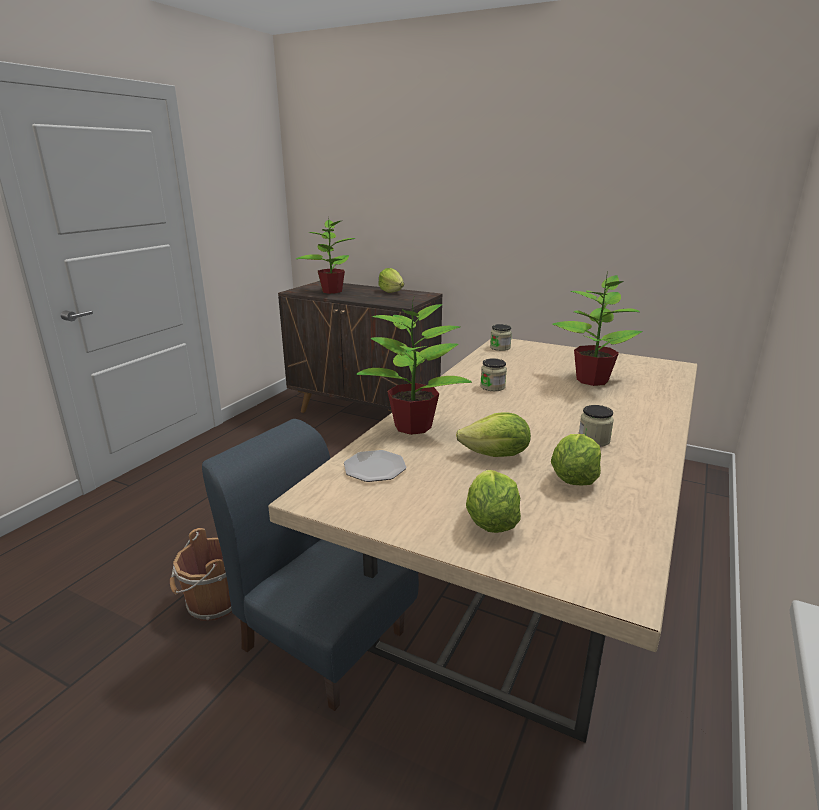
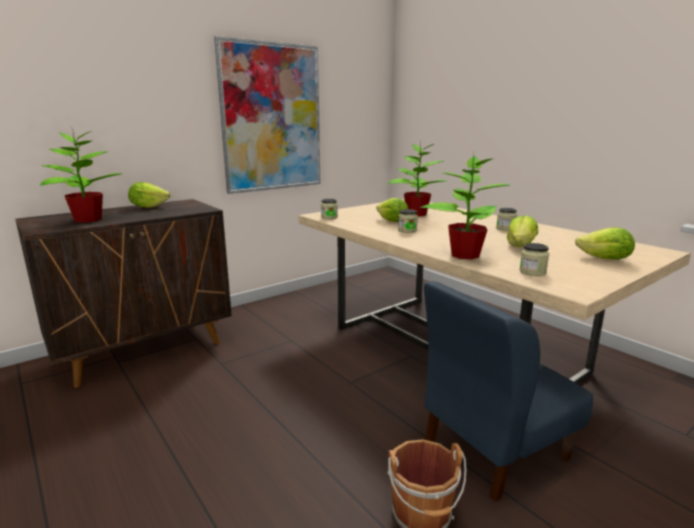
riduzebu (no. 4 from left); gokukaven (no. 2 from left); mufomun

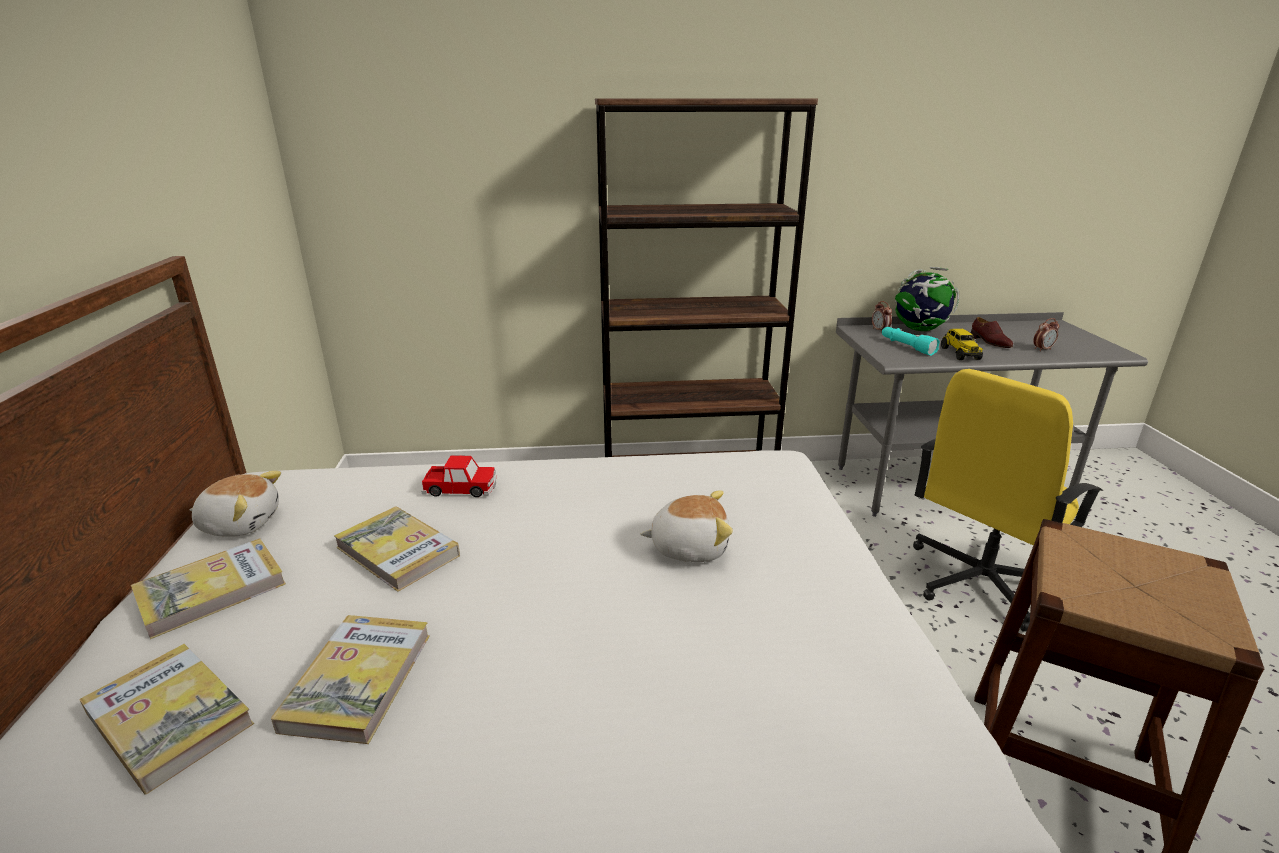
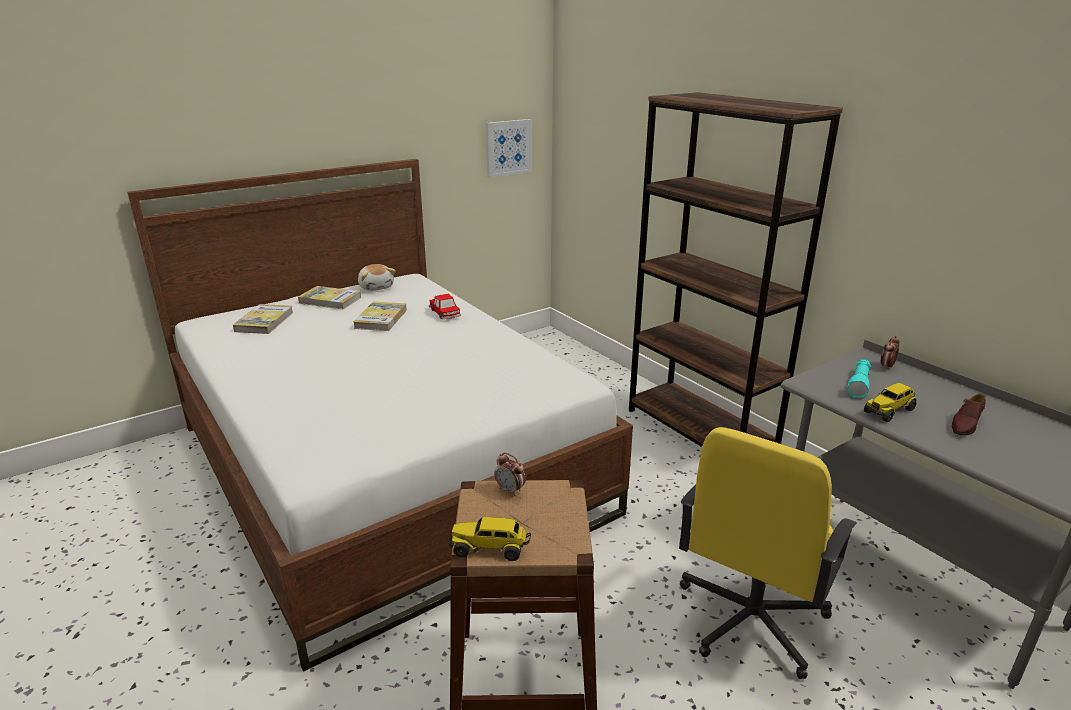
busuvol (no. 3 from left in the first image); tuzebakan (no. 2 from left in the first image); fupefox; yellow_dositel; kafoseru (no. 1 from left); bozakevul (no. 1 from left); mufomun

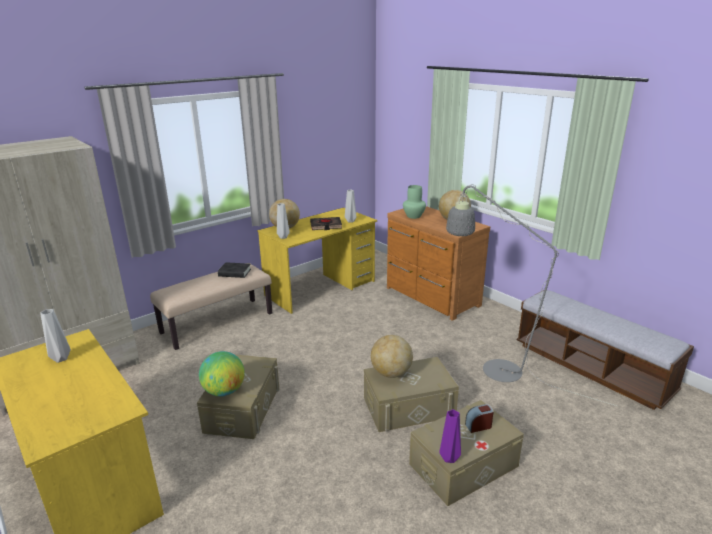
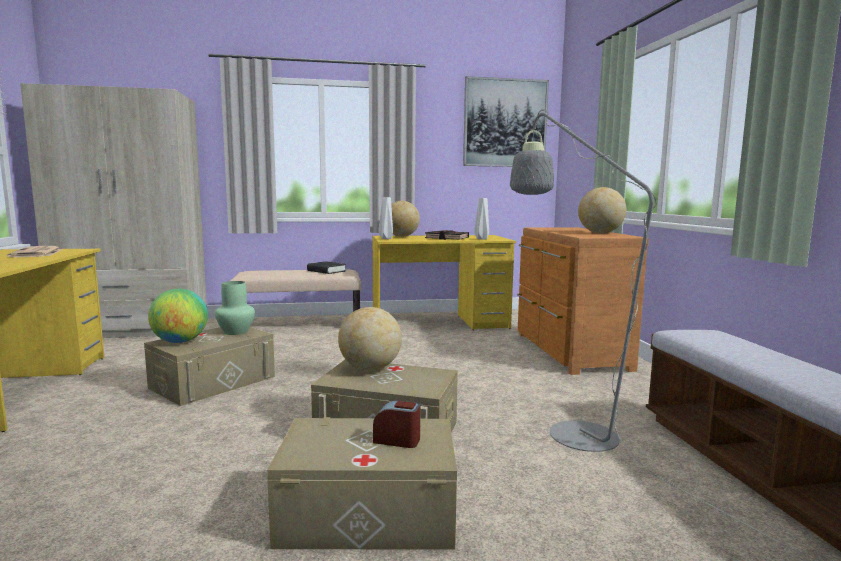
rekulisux; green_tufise; purple_tufise; mufomun

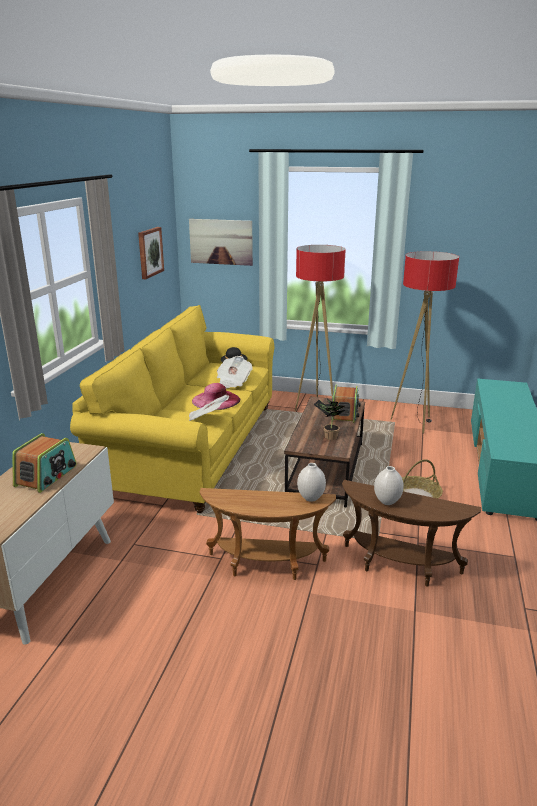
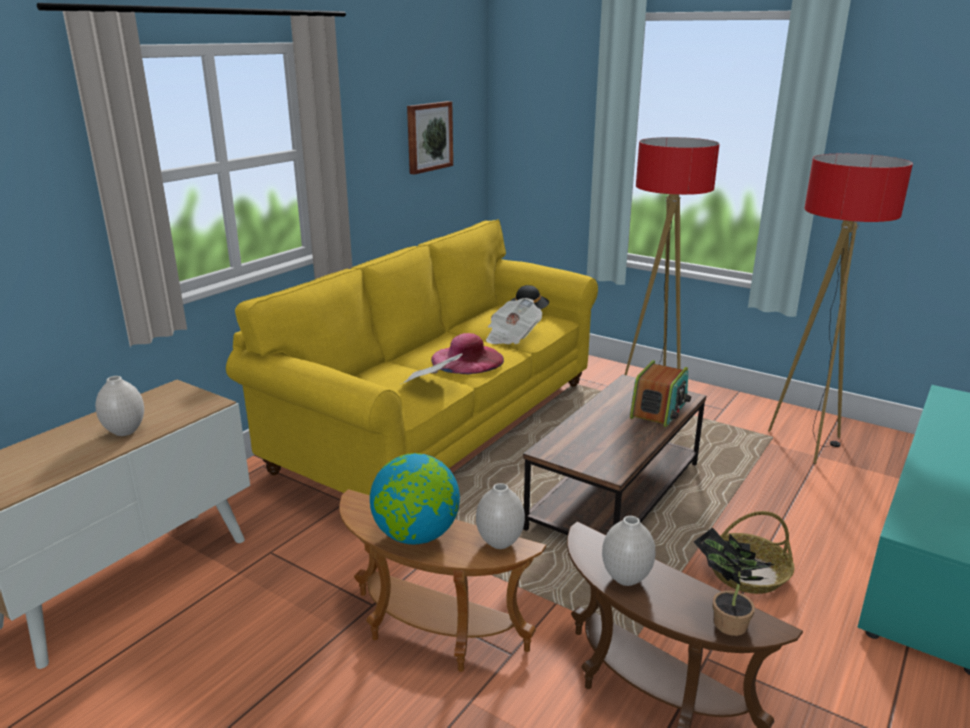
white_tufise (no. 1 from left); mufomun (no. 2 from left in the first image); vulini; fupefox

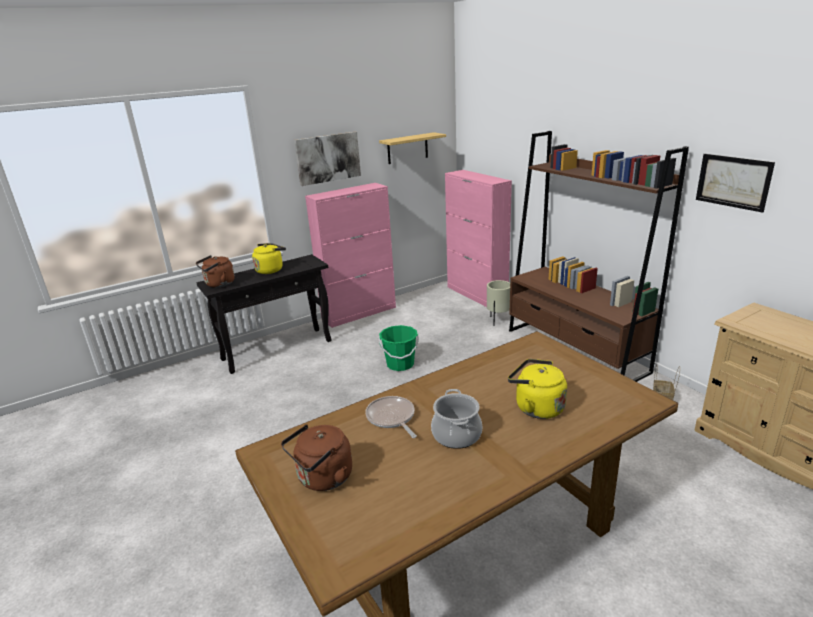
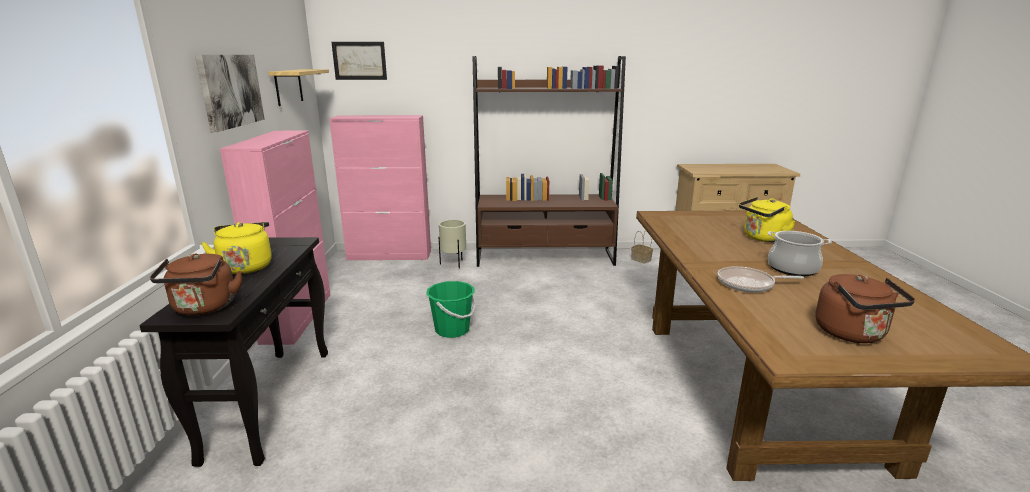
mufomun (no. 2 from left)

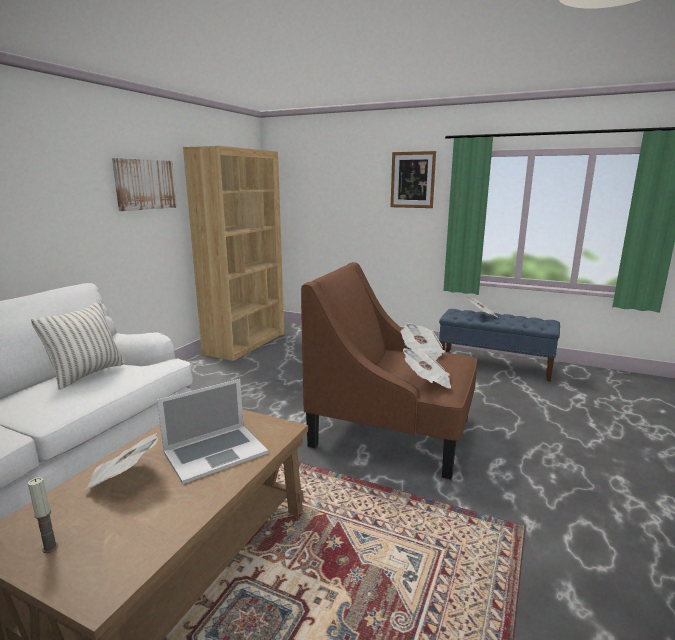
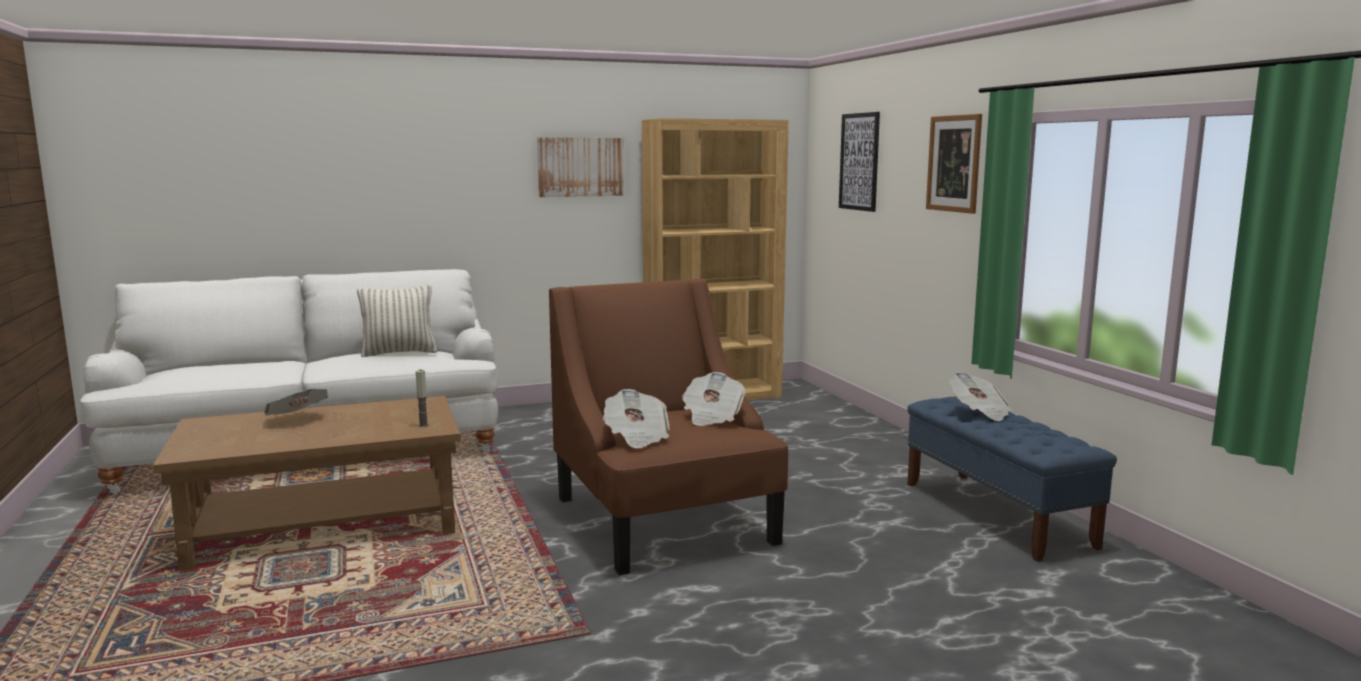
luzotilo; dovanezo; mufomun (no. 2 from left)

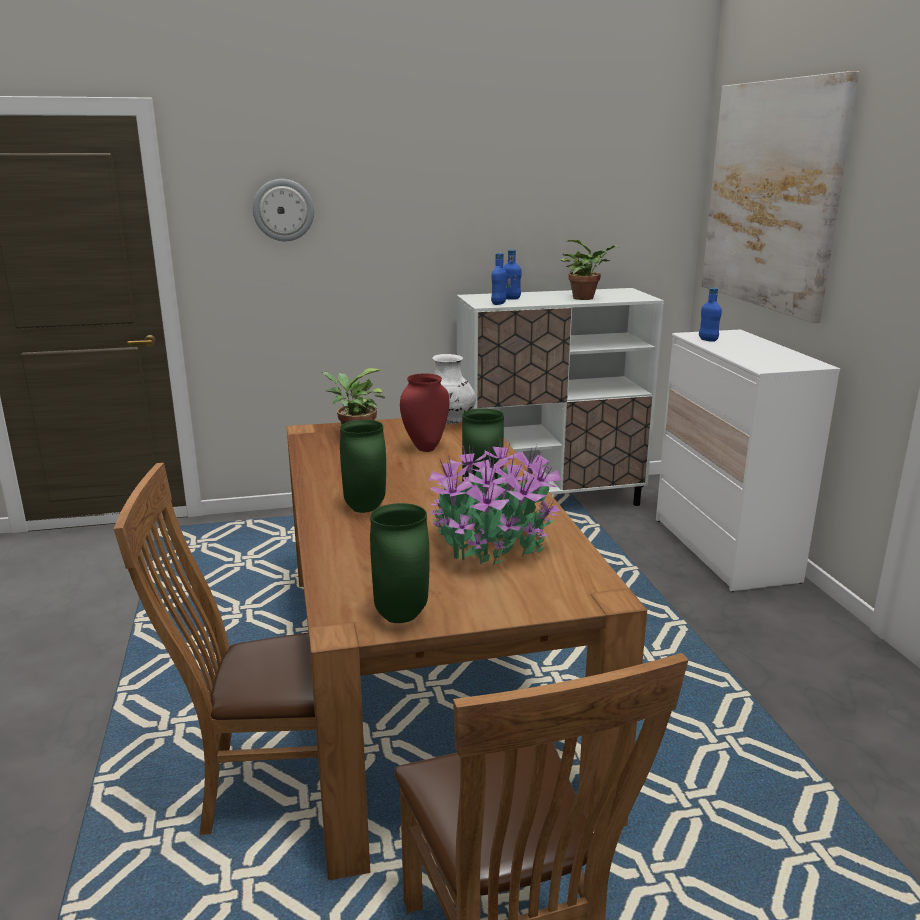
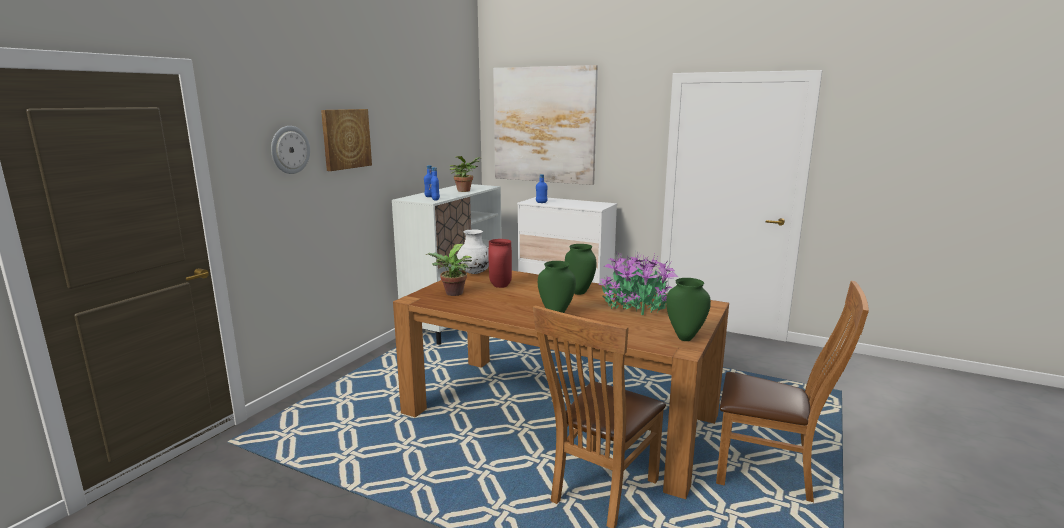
mufomun (no. 1 from left)

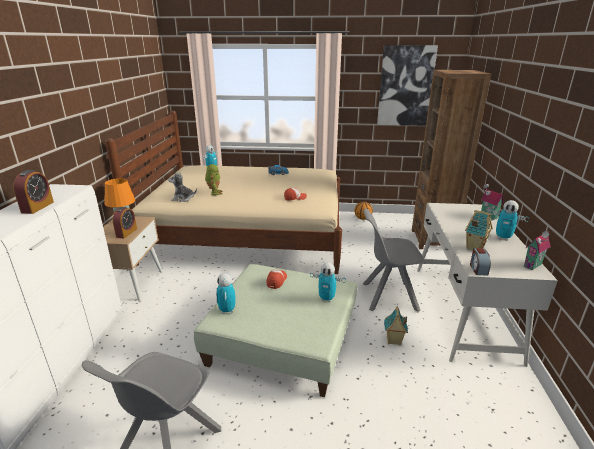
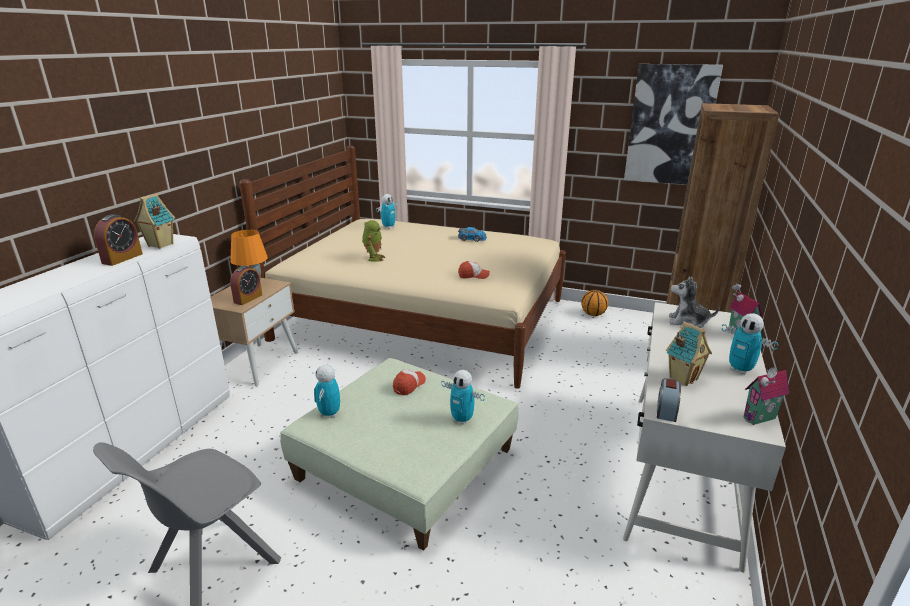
tuzebakan; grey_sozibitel (no. 2 from left in the first image); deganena (no. 1 from left)

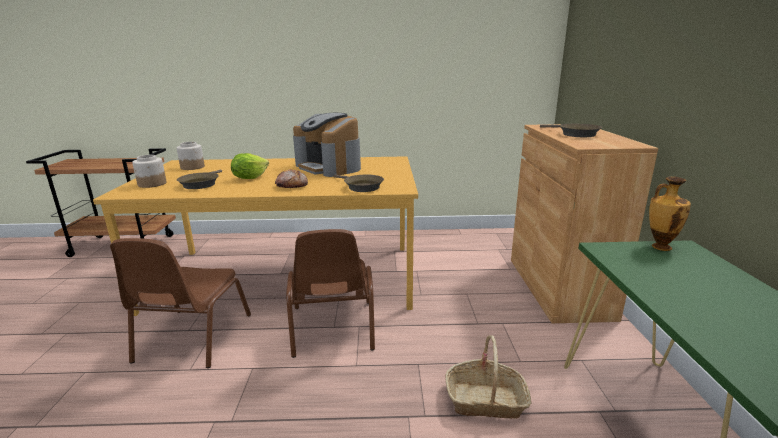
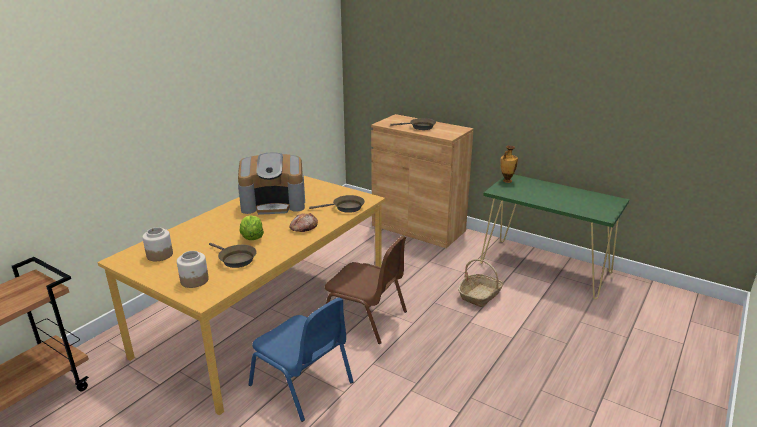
blue_sozibitel

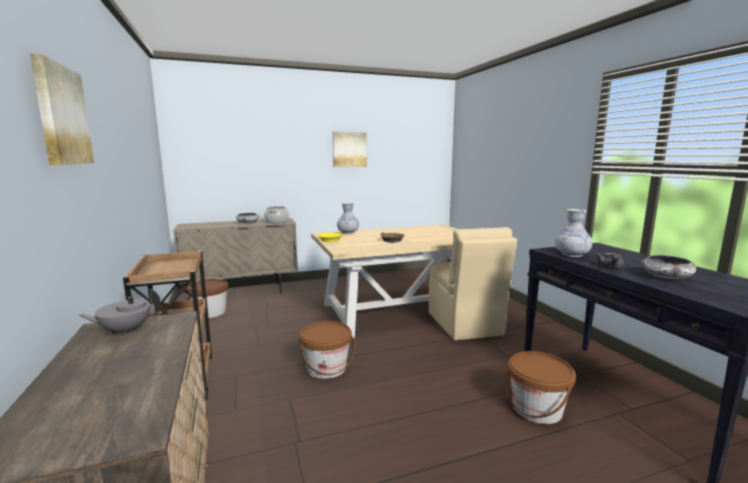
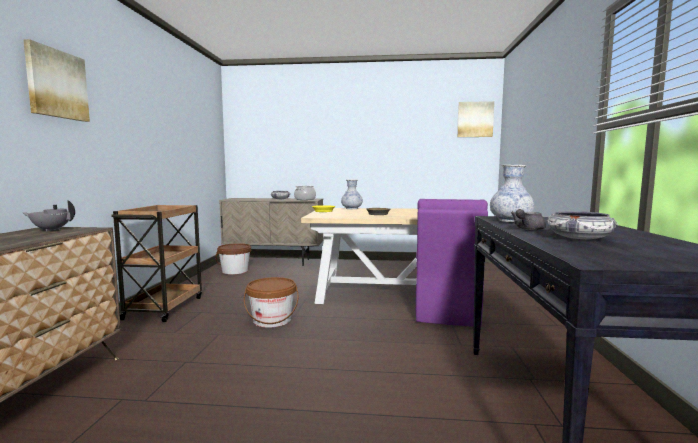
mufomun (no. 2 from left); purple_sozibitel; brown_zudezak (no. 3 from left in the first image)

